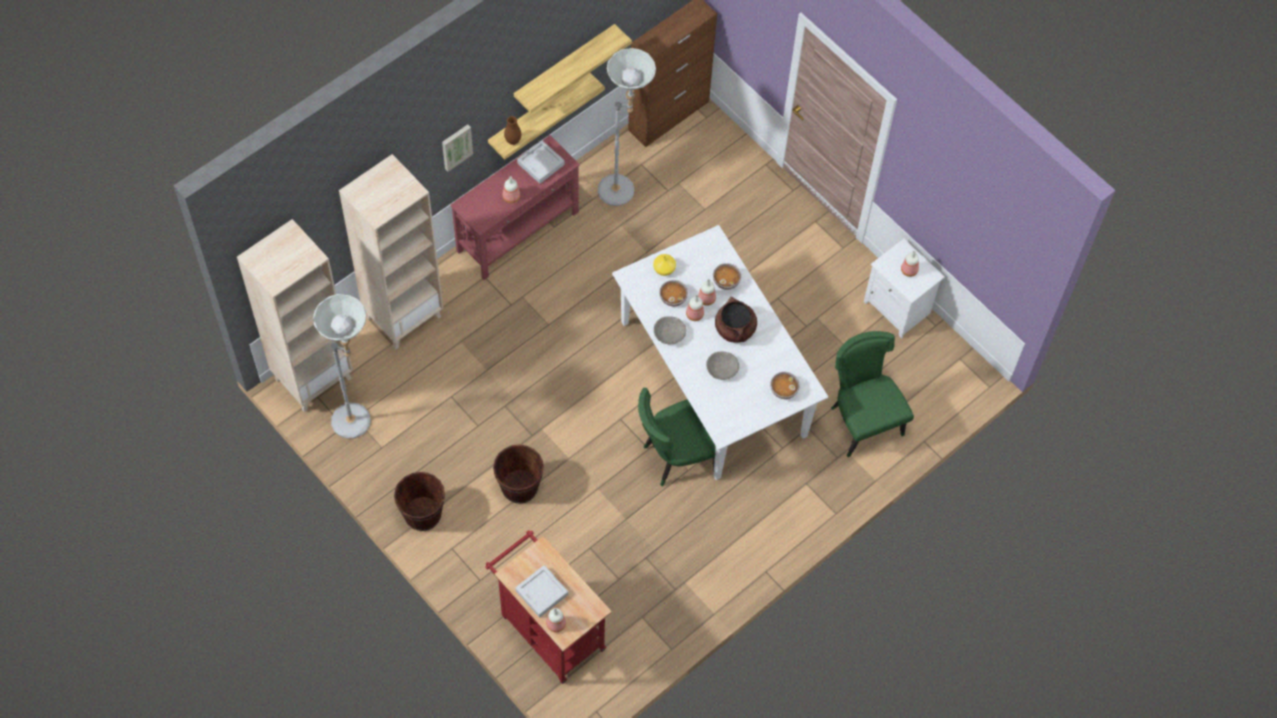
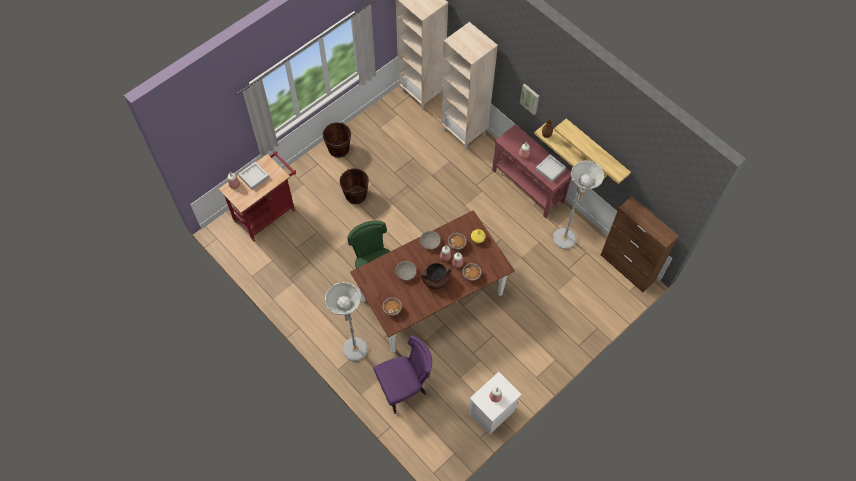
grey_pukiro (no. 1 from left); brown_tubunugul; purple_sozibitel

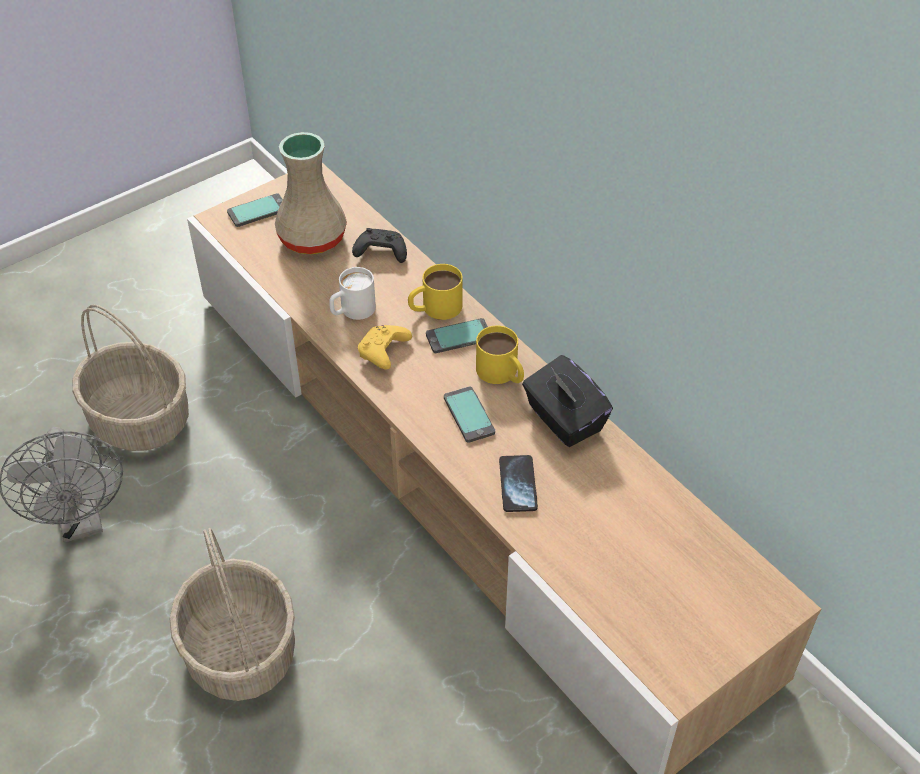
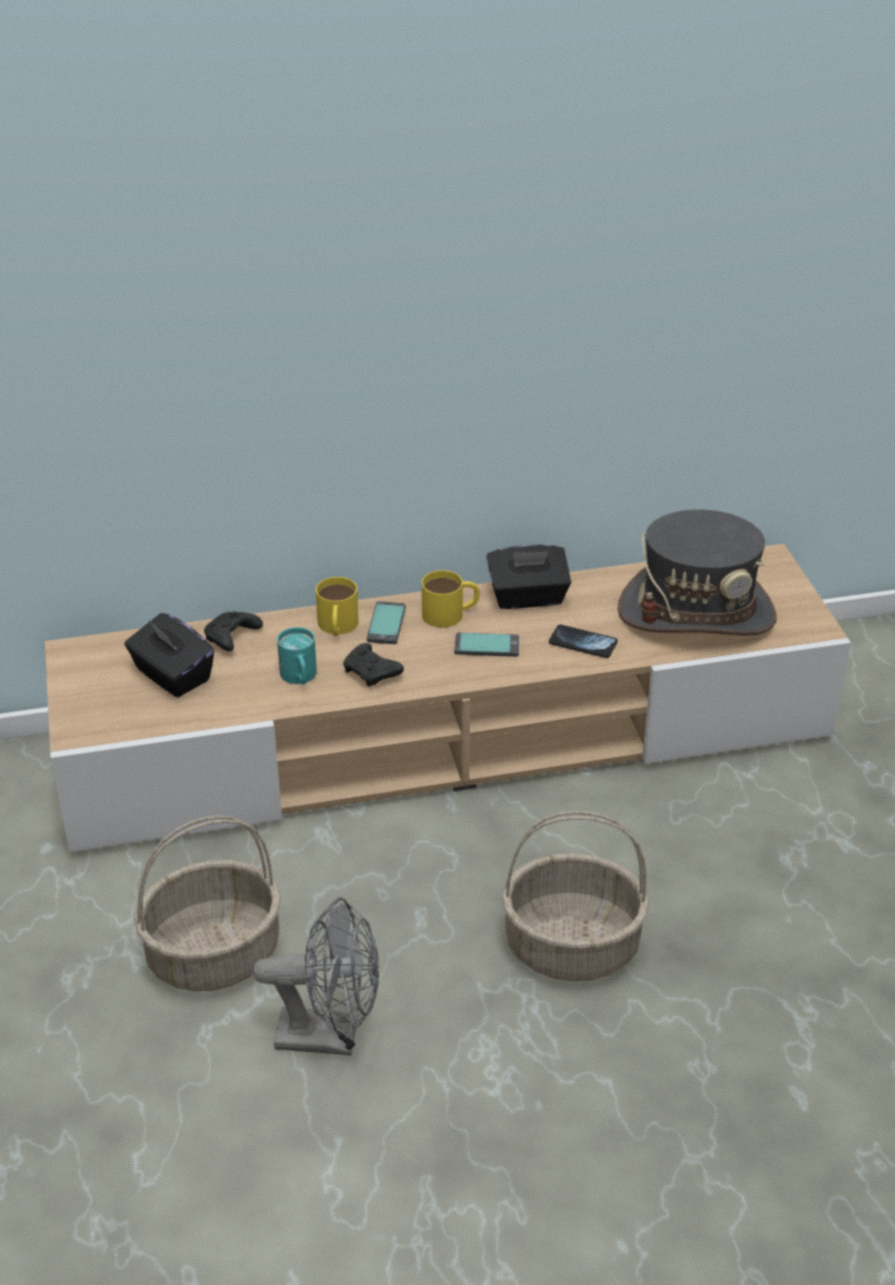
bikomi (no. 1 from left in the first image); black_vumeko (no. 1 from left); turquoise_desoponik; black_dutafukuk (no. 2 from left); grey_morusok

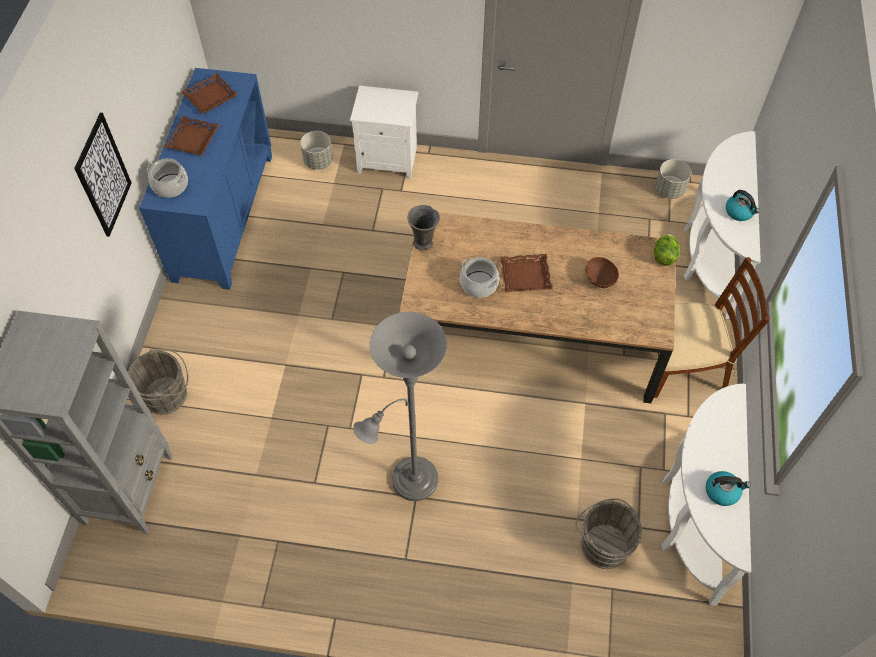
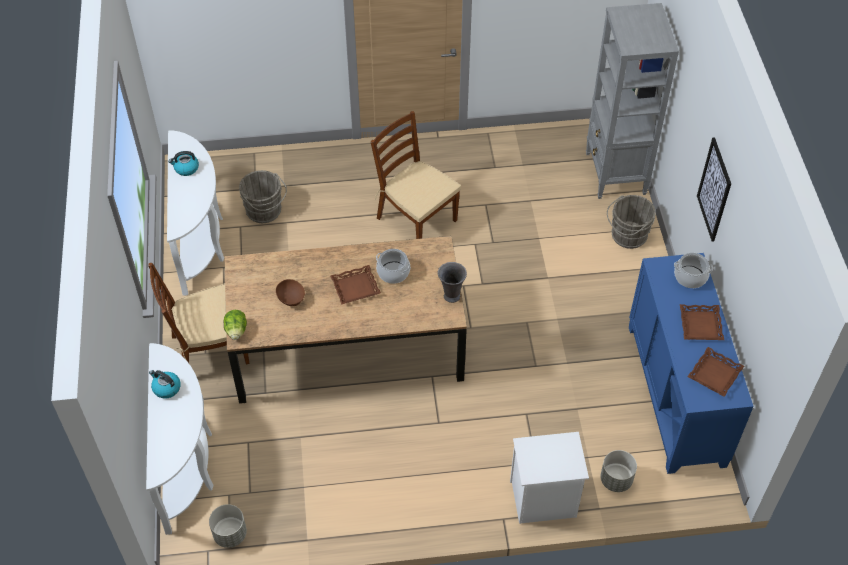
brown_sozibitel (no. 2 from left)

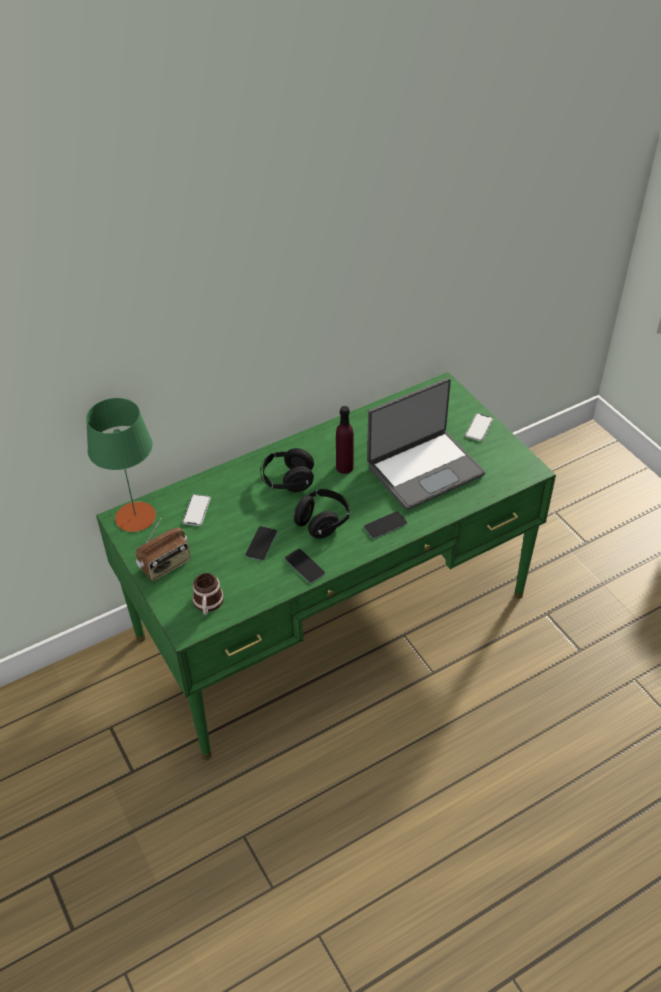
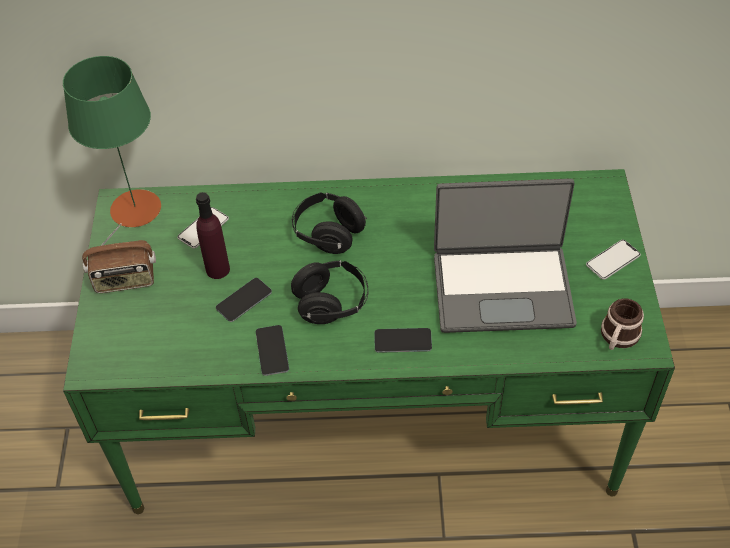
desoponik; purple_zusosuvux

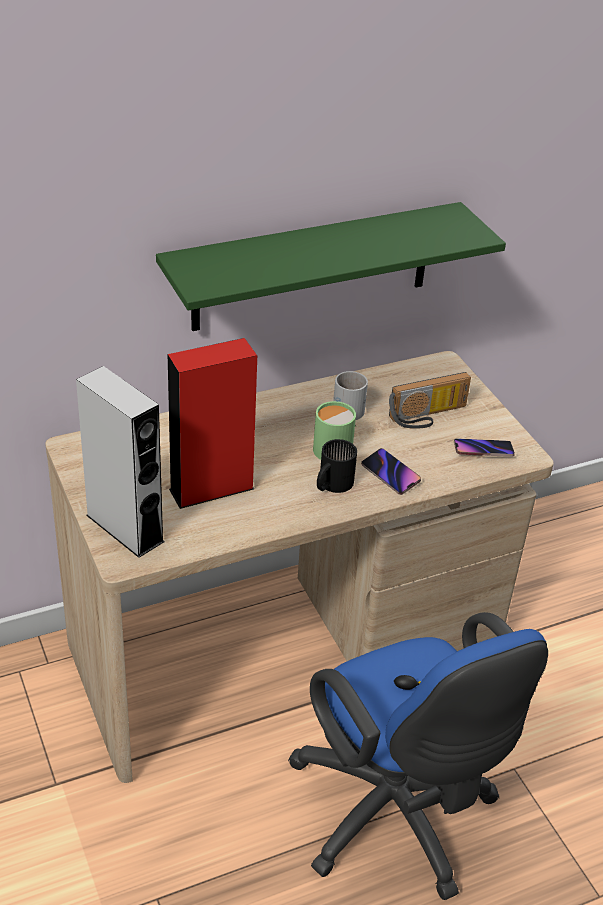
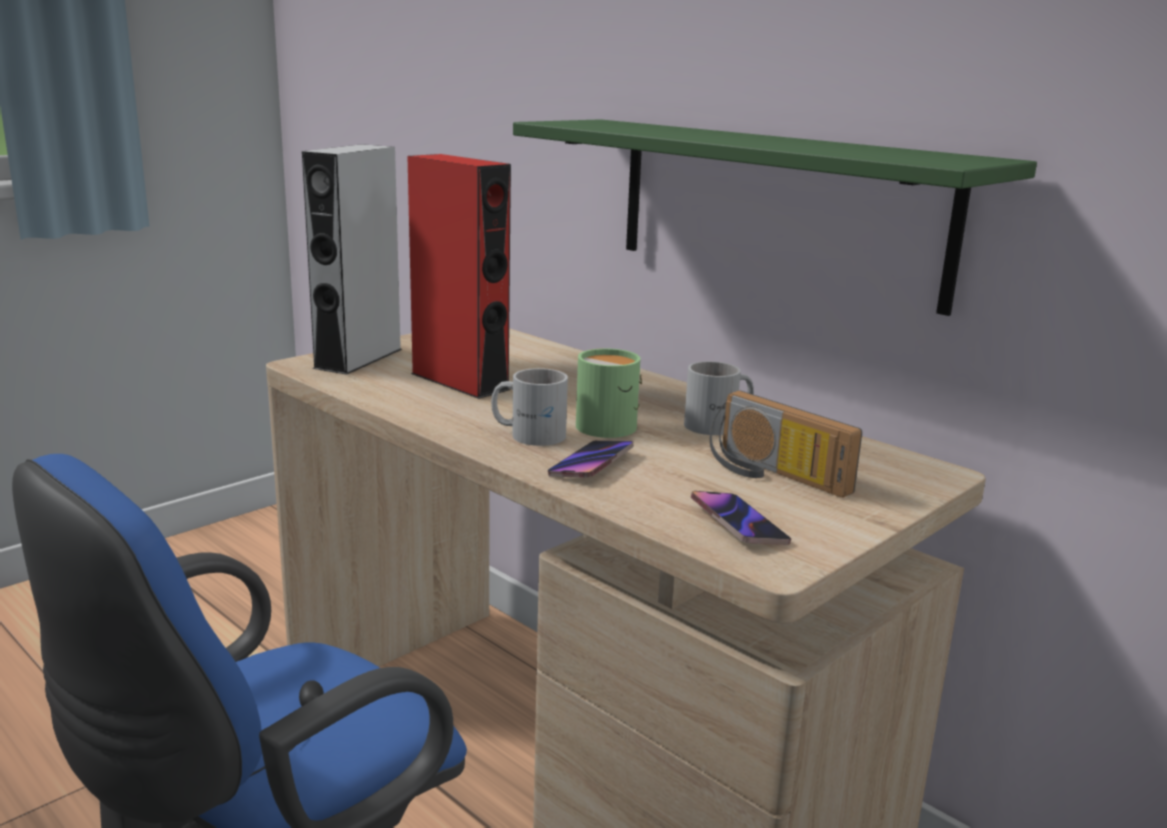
white_desoponik (no. 1 from left)

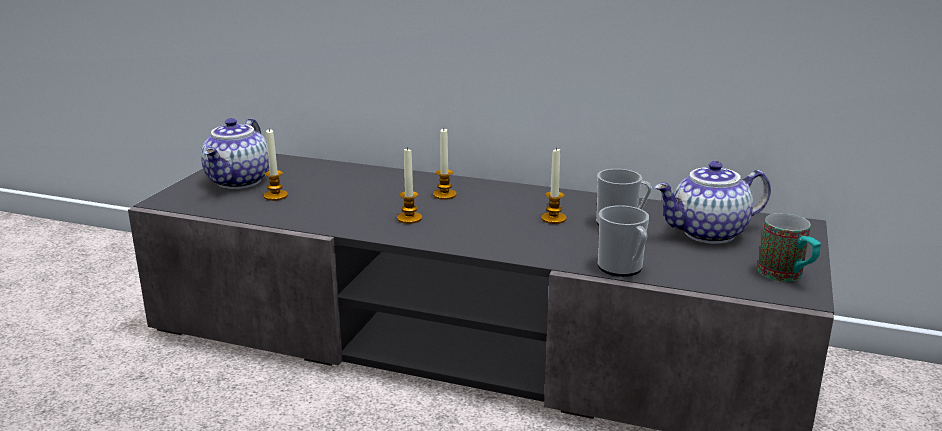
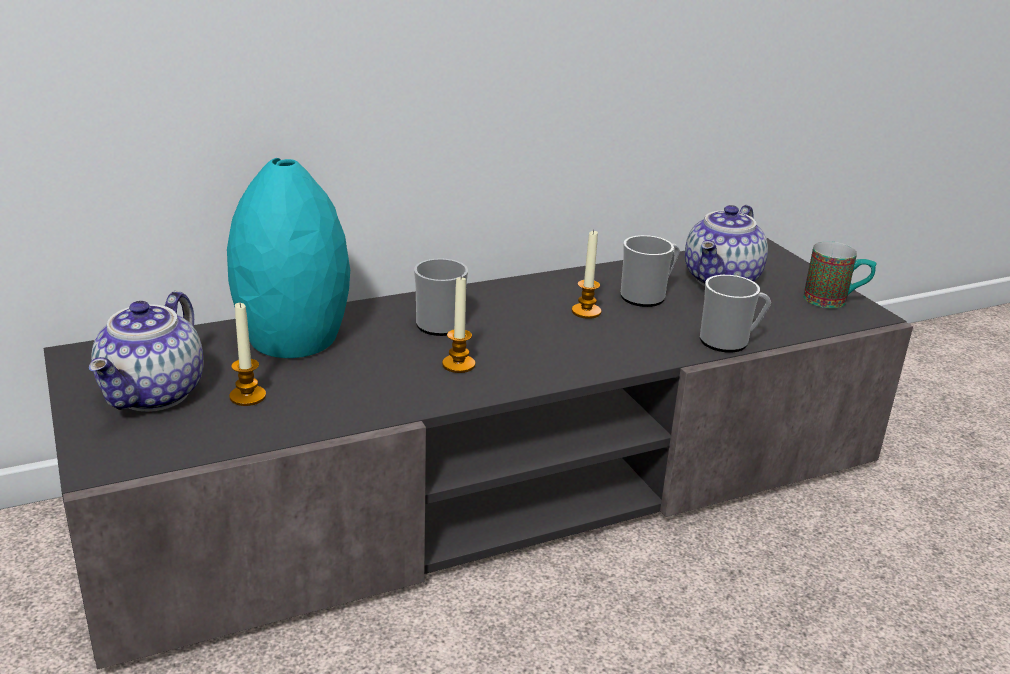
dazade (no. 1 from left); desoponik (no. 1 from left); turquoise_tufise

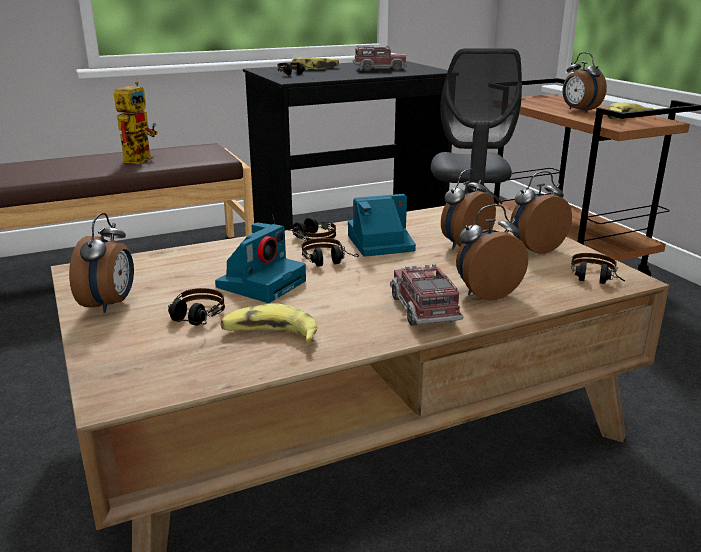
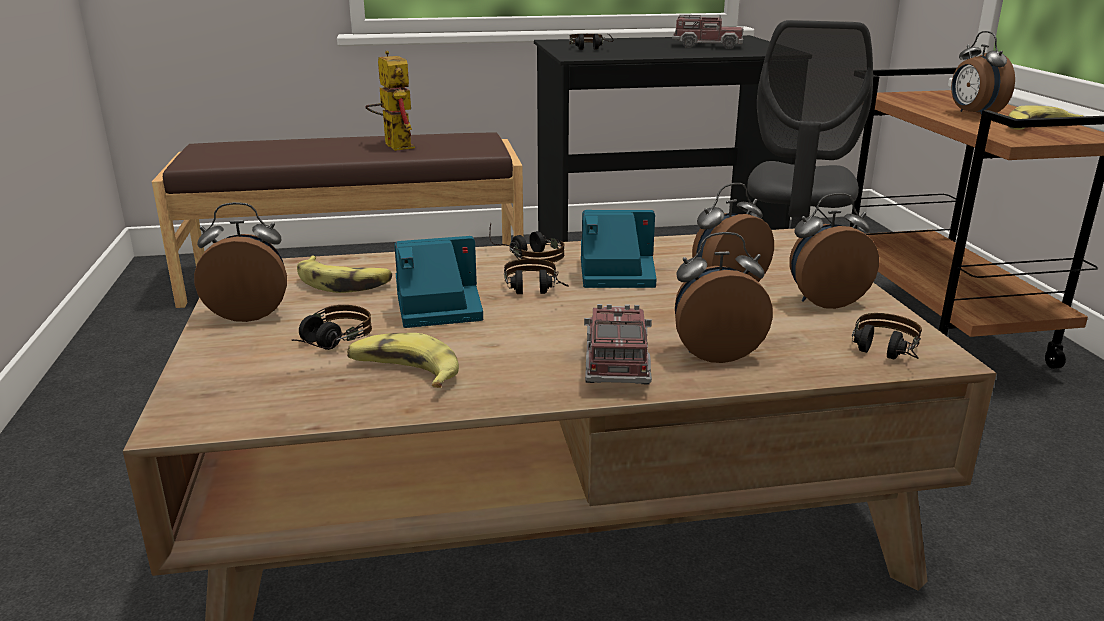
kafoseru (no. 1 from left); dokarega; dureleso (no. 1 from left); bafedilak (no. 1 from left)

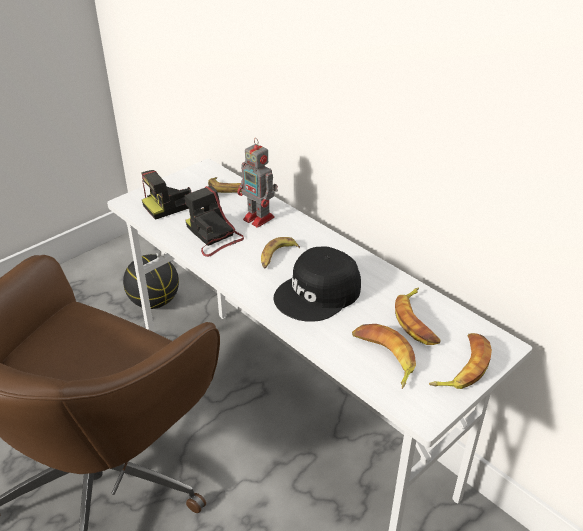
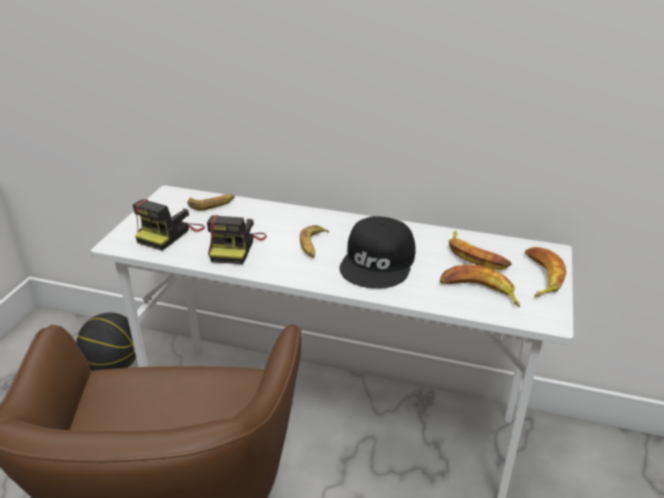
dureleso (no. 2 from left); dokarega

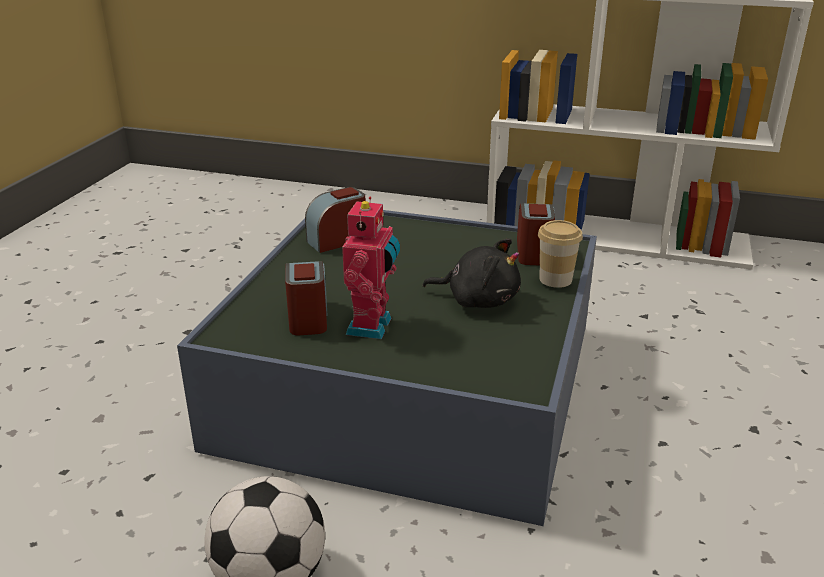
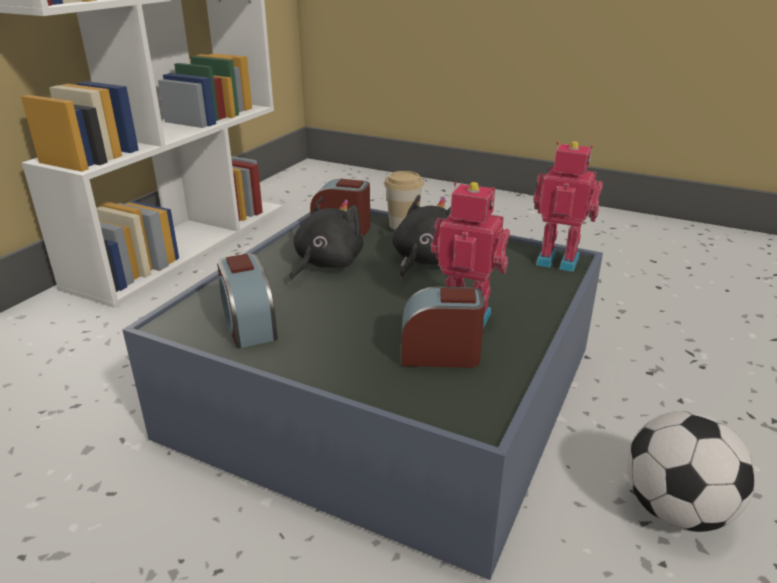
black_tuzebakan (no. 1 from left); dokarega (no. 2 from left)

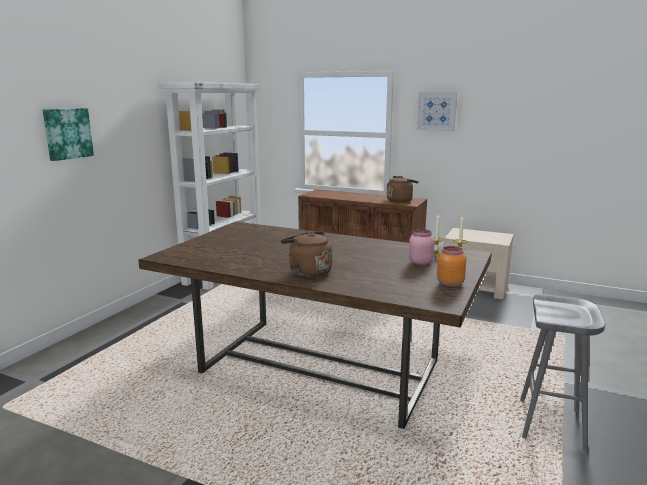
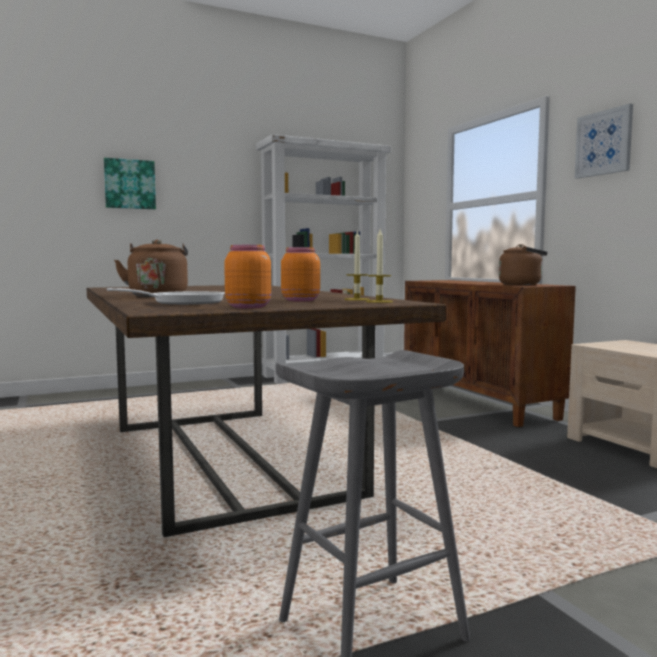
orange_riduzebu (no. 2 from left); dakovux

